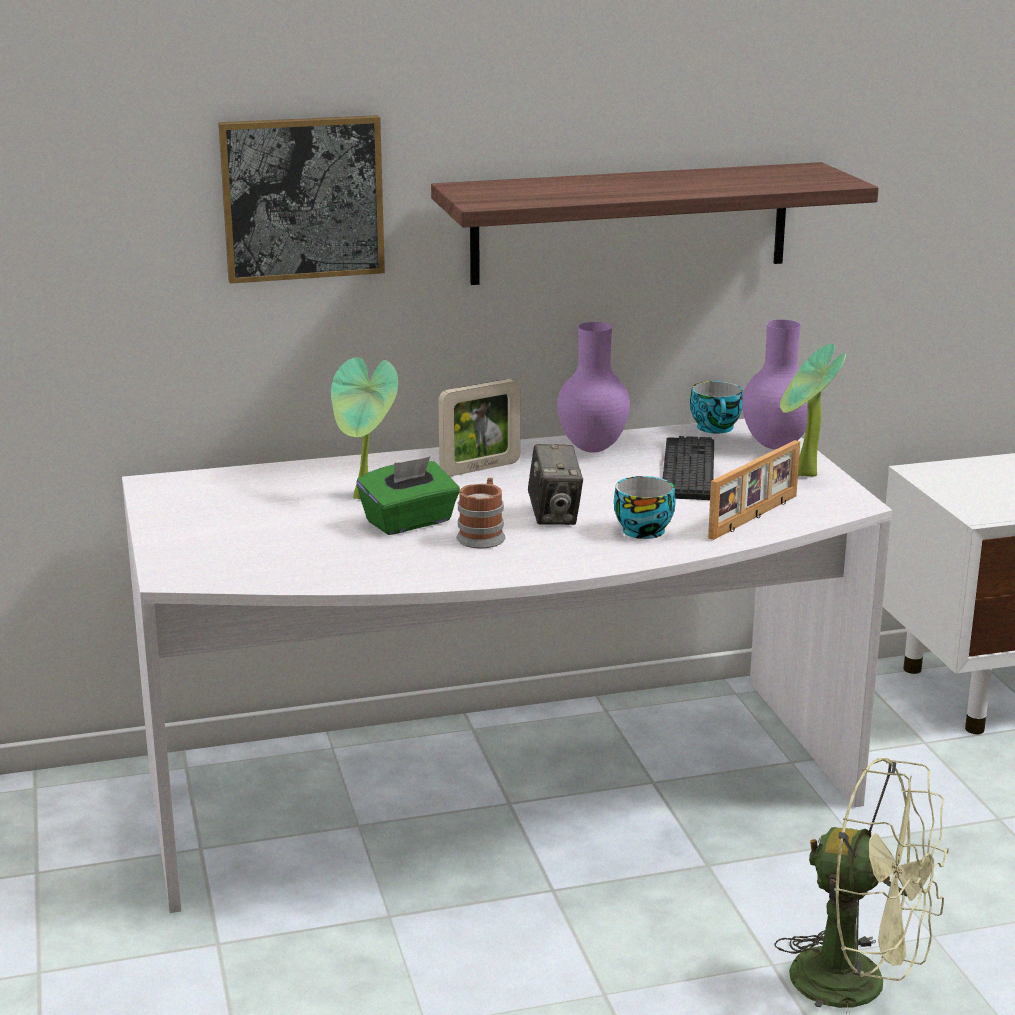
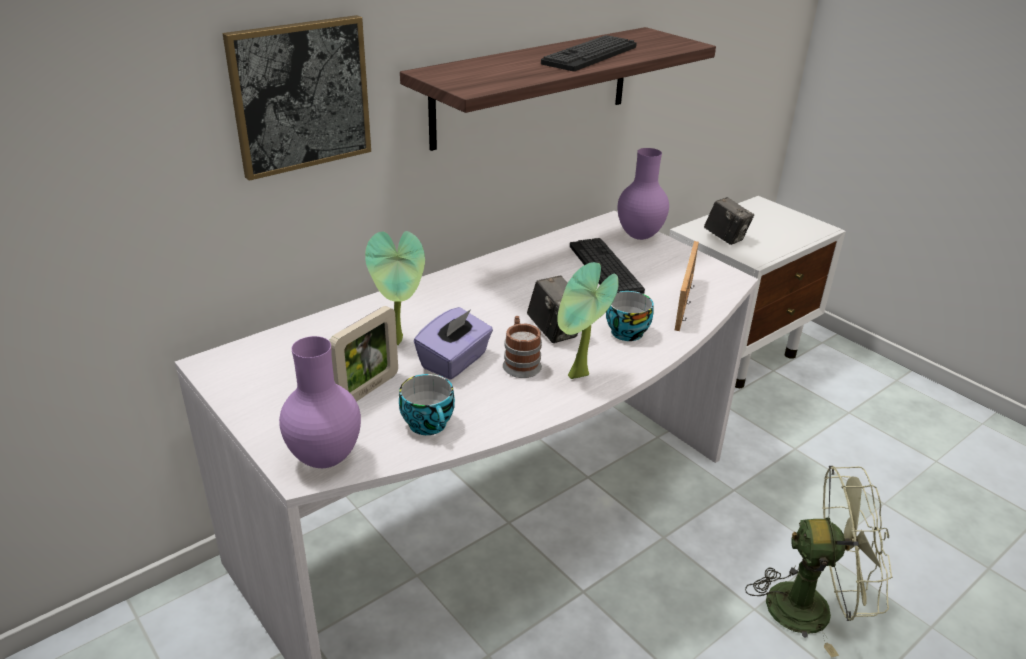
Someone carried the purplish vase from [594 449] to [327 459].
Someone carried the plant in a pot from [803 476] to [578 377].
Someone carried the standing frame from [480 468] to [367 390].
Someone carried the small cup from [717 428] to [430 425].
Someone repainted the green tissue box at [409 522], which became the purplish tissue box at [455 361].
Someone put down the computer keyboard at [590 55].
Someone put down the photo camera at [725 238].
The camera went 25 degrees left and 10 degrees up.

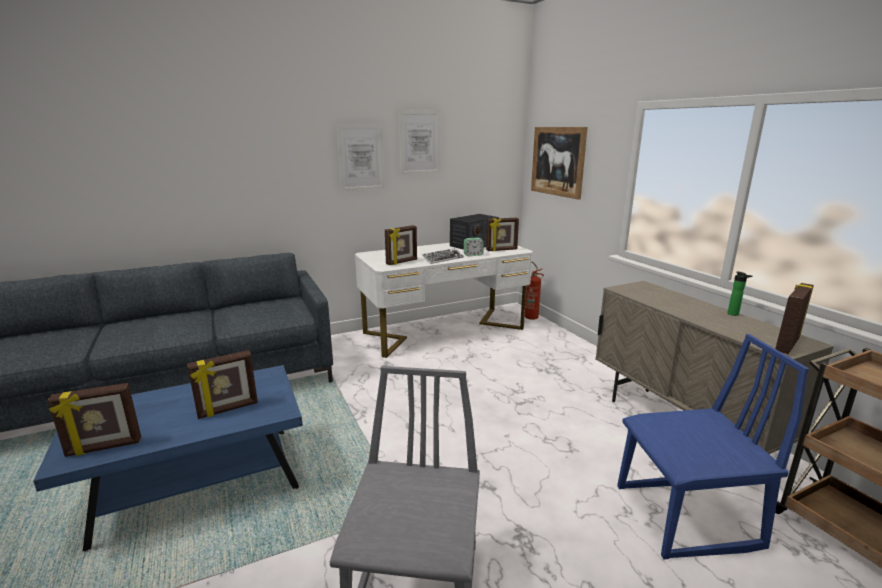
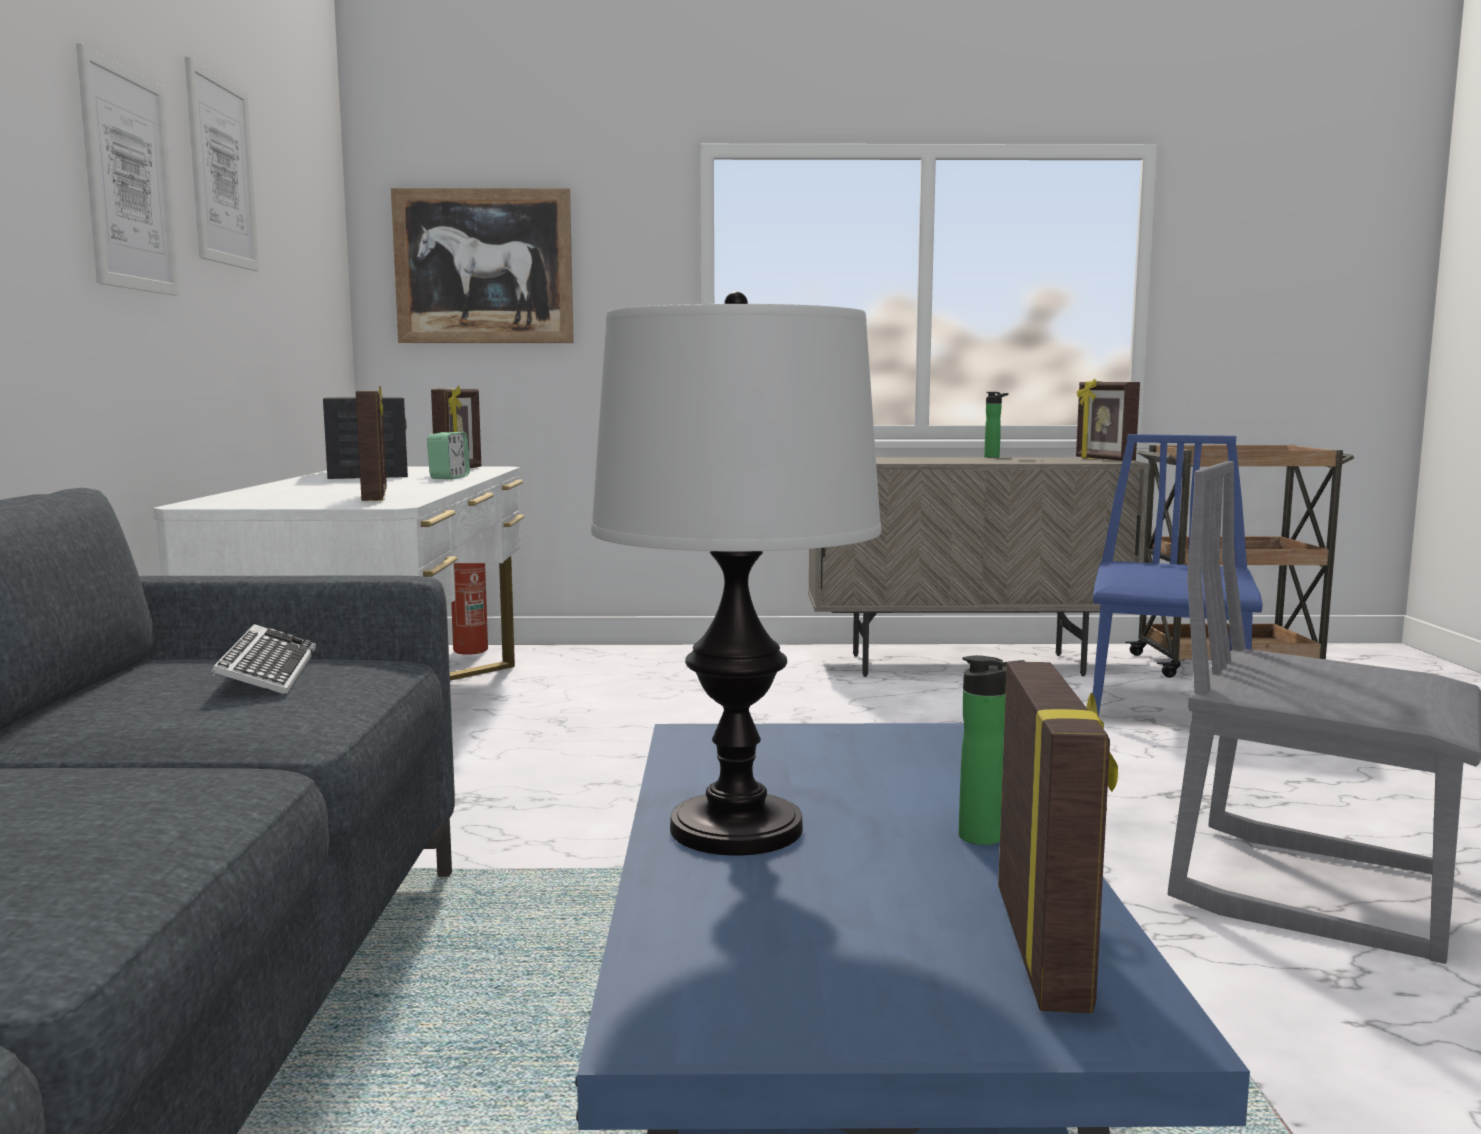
Someone carried the computer keyboard from [443 259] to [267 672].
Someone took away the standing frame at [228 409].
Someone put down the table lamp at [735 828].
Someone put down the beverage bottle at [987 837].
The camera went 65 degrees left and 10 degrees down.

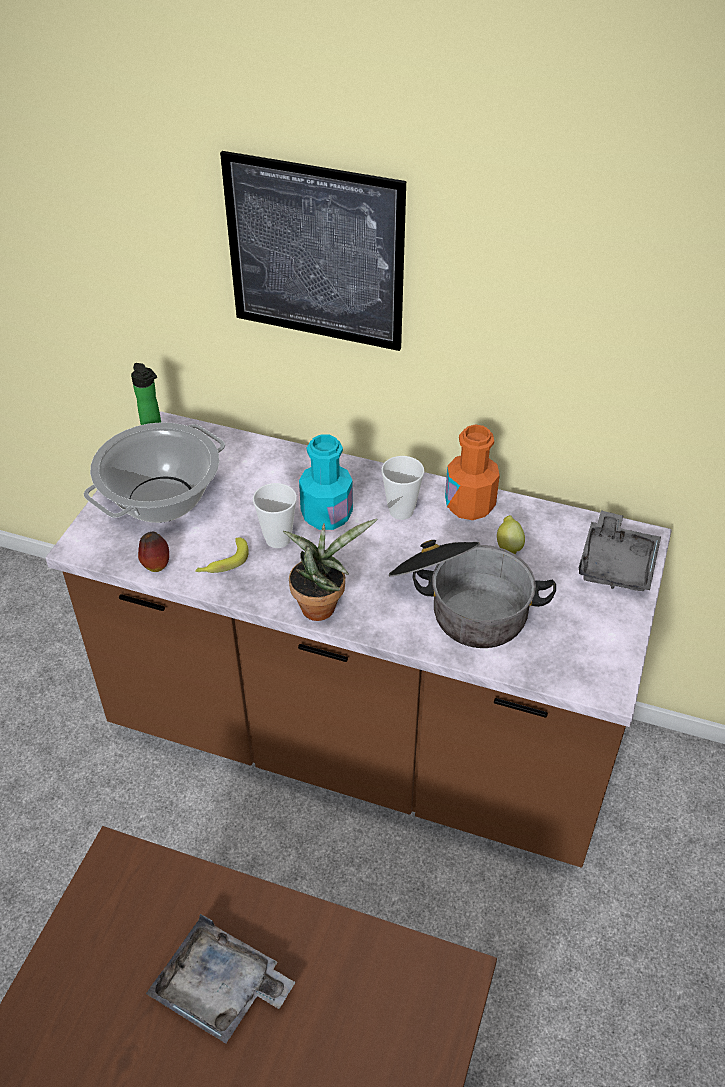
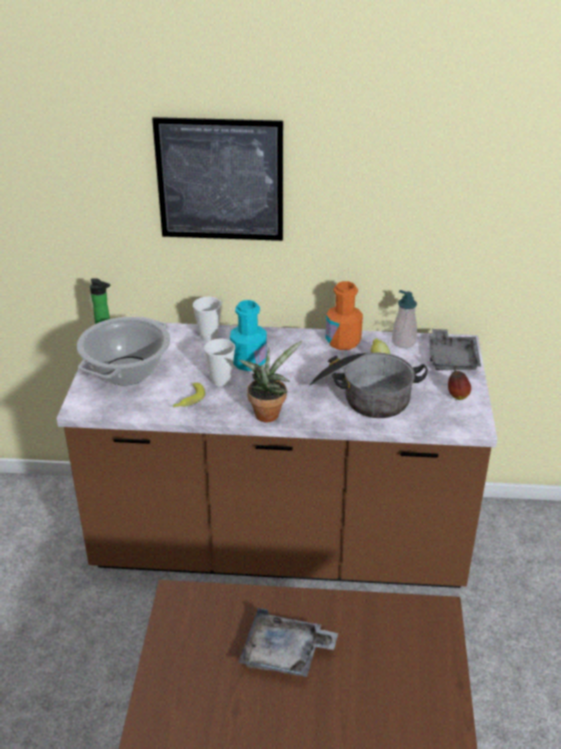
Someone carried the small cup from [401 511] to [209 336].
Someone carried the apple fruit from [156 565] to [457 396].
Someone put down the liquid soap bottle at [403 342].
The camera went 15 degrees left and 10 degrees down.

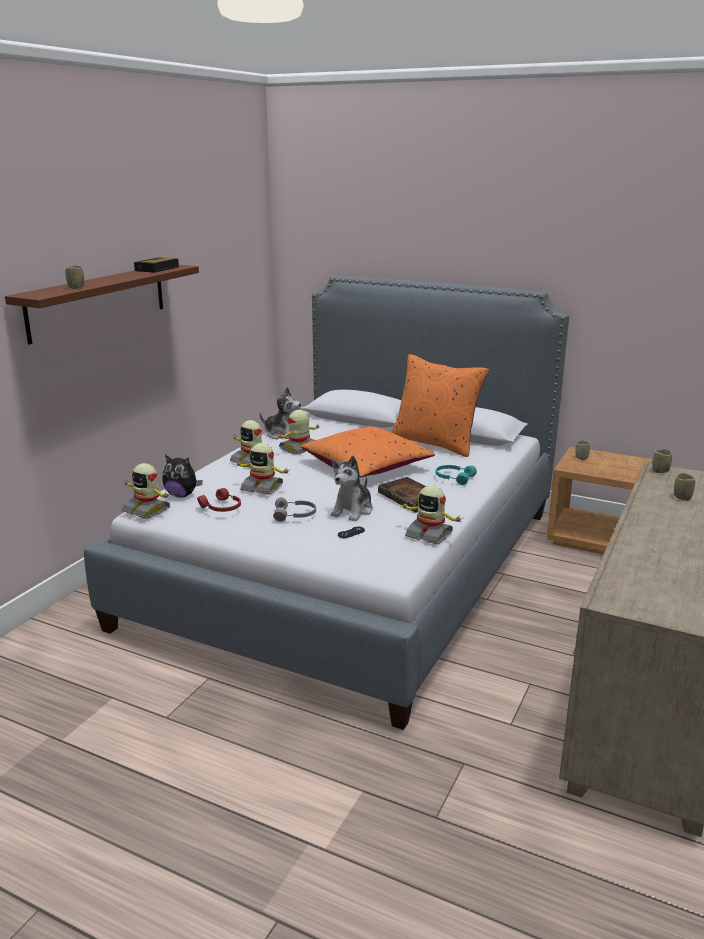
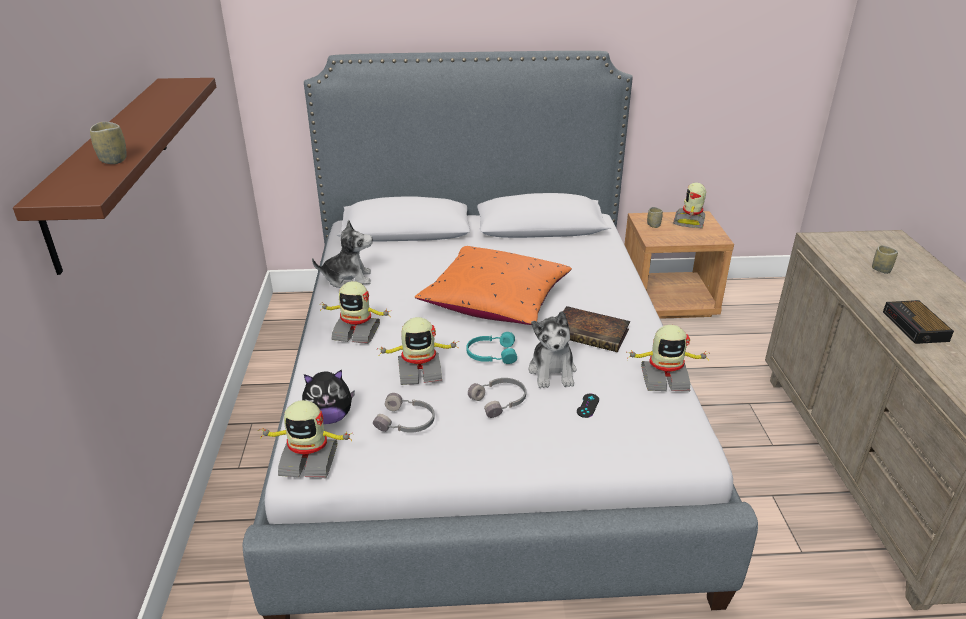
Someone carried the table clock from [156 269] to [916 327].
Someone took away the orange pillow at [435 443].
Someone carried the model robot from [299 449] to [690 221].
Someone took away the small cup at [660 471].
Someone carried the turquoise headphones from [454 478] to [491 354].
Someone repainted the red-coloured headphones at [221 508], which became the greyish headphones at [406 422].
The camera went 30 degrees left and 10 degrees up.

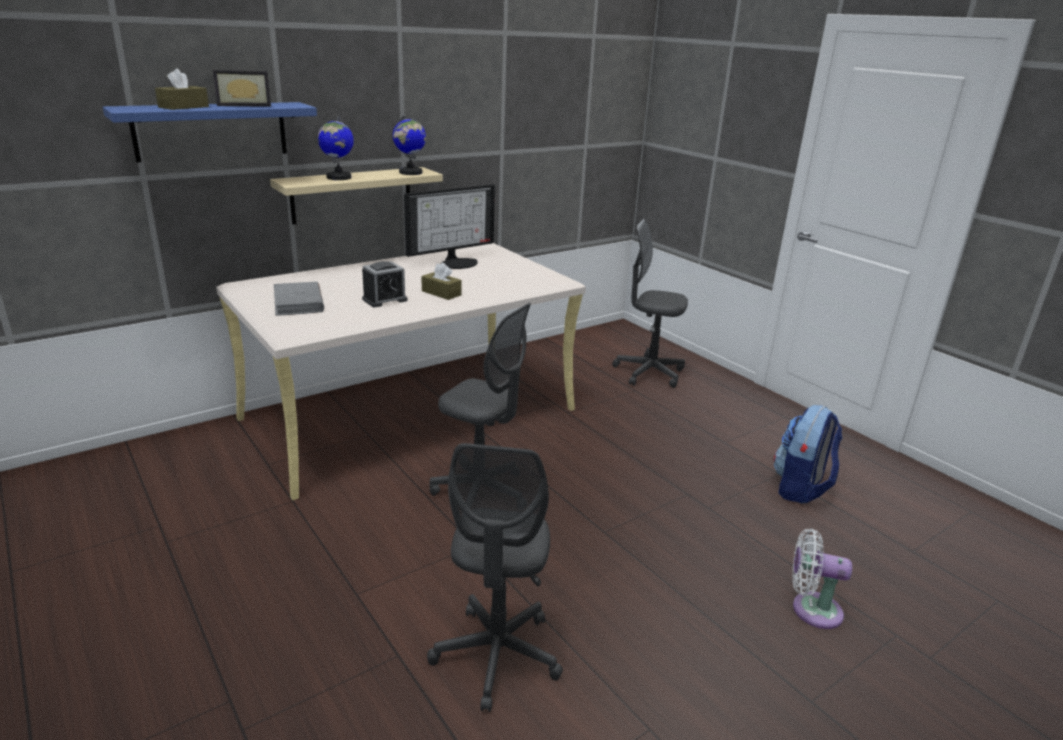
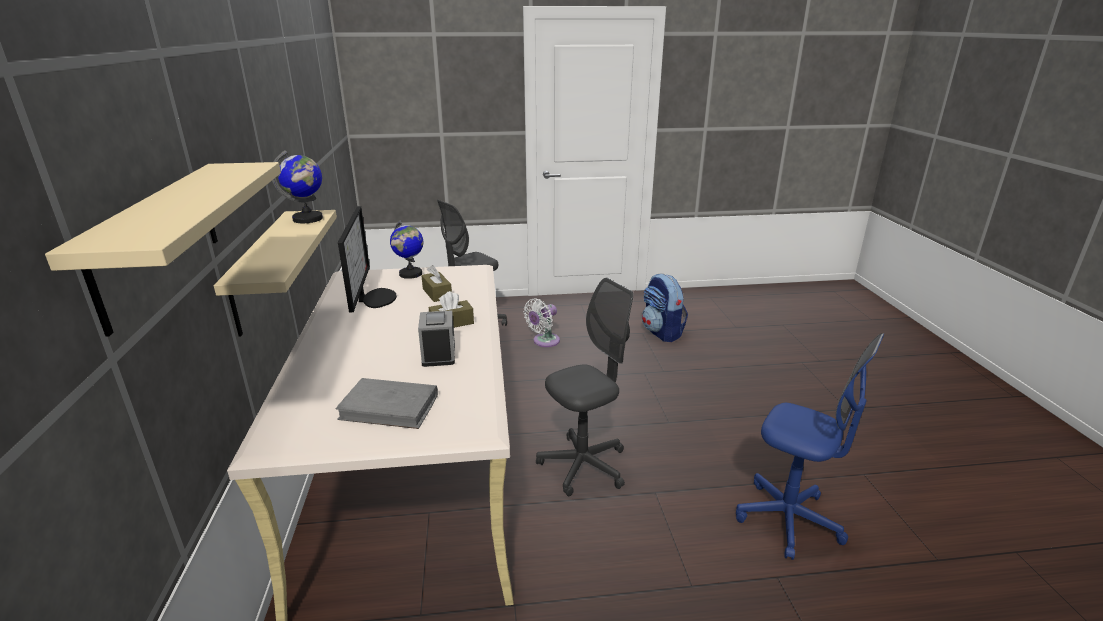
Someone carried the brown tissue box from [184 107] to [437 293].
Someone took away the standing frame at [244 105].
Someone repainted the bluish bracket shelf at [211 131], which became the sand-coloured bracket shelf at [158 240].
Someone carried the desk globe from [338 177] to [410 274].
Someone repainted the greyish computer chair at [496 655], which became the bluish computer chair at [788 520].
Someone carried the white-coloured cooling fan from [811 609] to [544 341].
The camera went 60 degrees left and 0 degrees up.

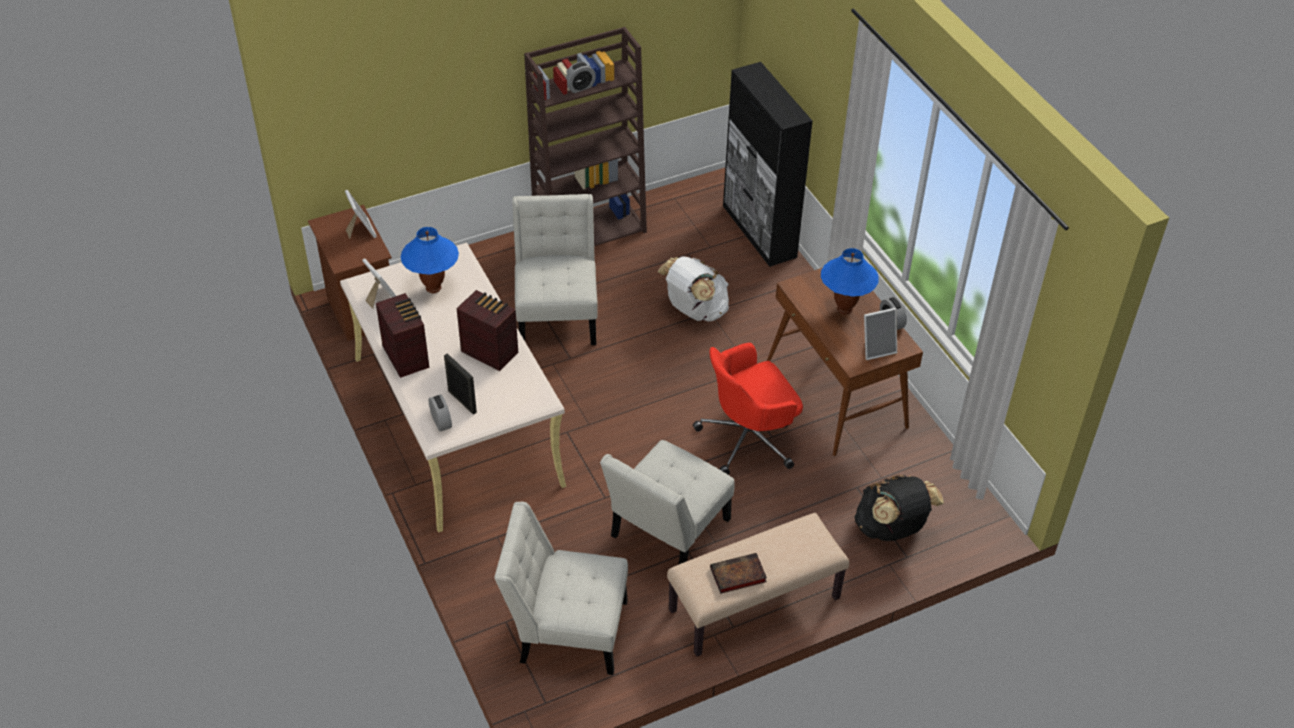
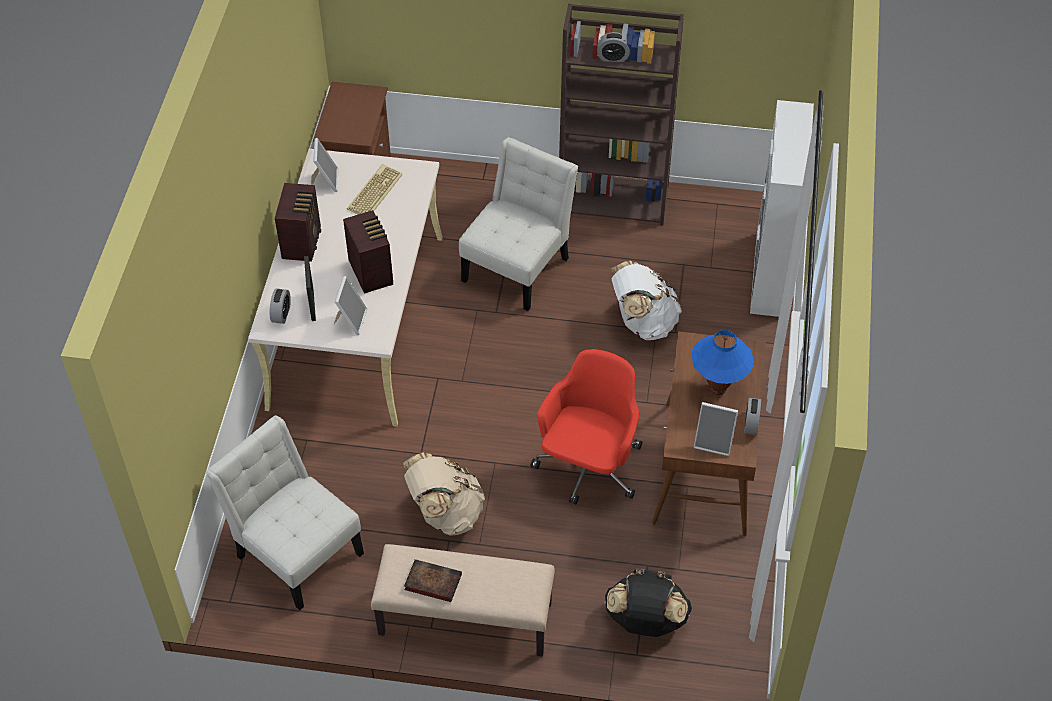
Someone repainted the black-coloured storage cabinet at [759 232], which became the white-coloured storage cabinet at [770 274].
Someone carried the standing frame from [361 230] to [350 320].
Someone swapped the bluish table lamp at [433 288] for the computer keyboard at [374 191].
Someone rotated the red-coloured computer chair at [749 439] by 105 degrees clockwise.
Someone swapped the white-coloured plain chair at [666 532] for the sand-coloured backpack at [445 513].
The camera went 35 degrees right and 5 degrees up.

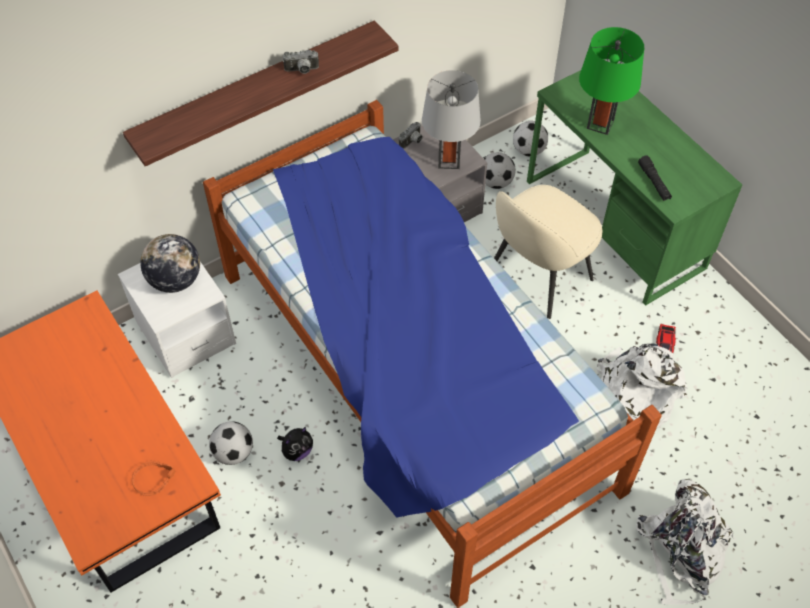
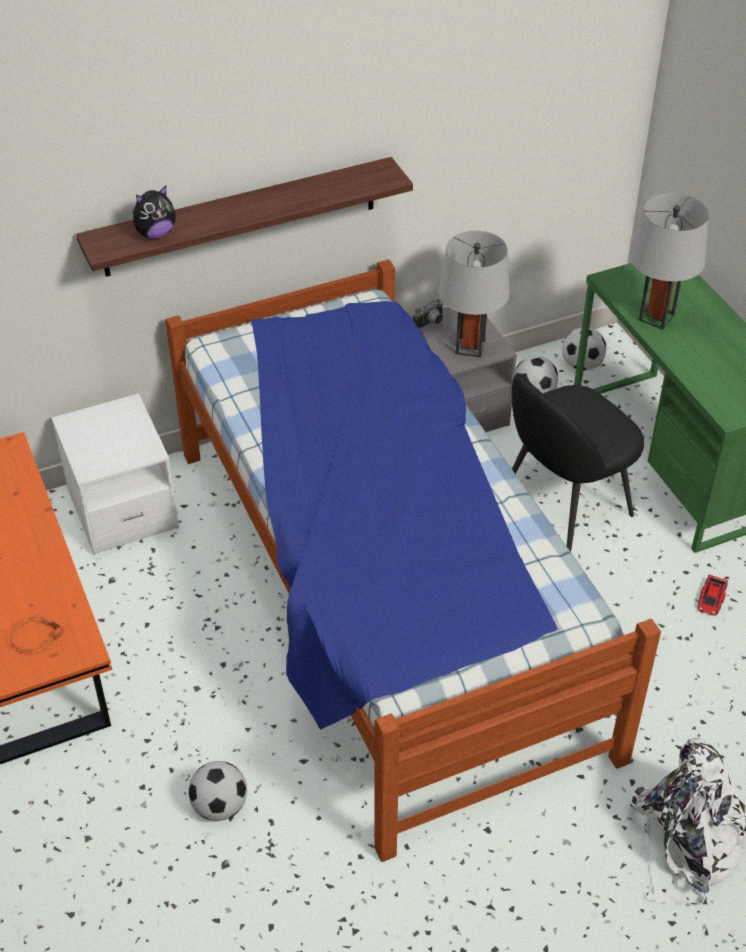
Someone repainted the green table lamp at [600 124], which became the greyish table lamp at [656 317].
Someone took away the photo camera at [302 70].
Someone took away the black-coloured torch at [654 182].
Someone repainted the sand-coloured plain chair at [537 277], which became the black-coloured plain chair at [564 503].
Someone took away the desk globe at [175 280].
Someone took away the white-coloured backpack at [635 394].
Someone carried the football ball from [233 452] to [220 806].
Someone carried the soft toy from [297 451] to [155 233].
The camera went 10 degrees right and 10 degrees down.

